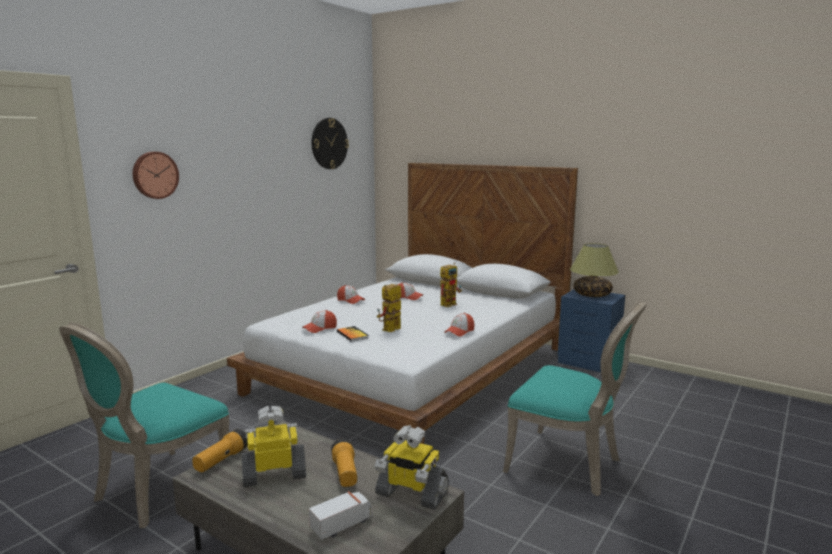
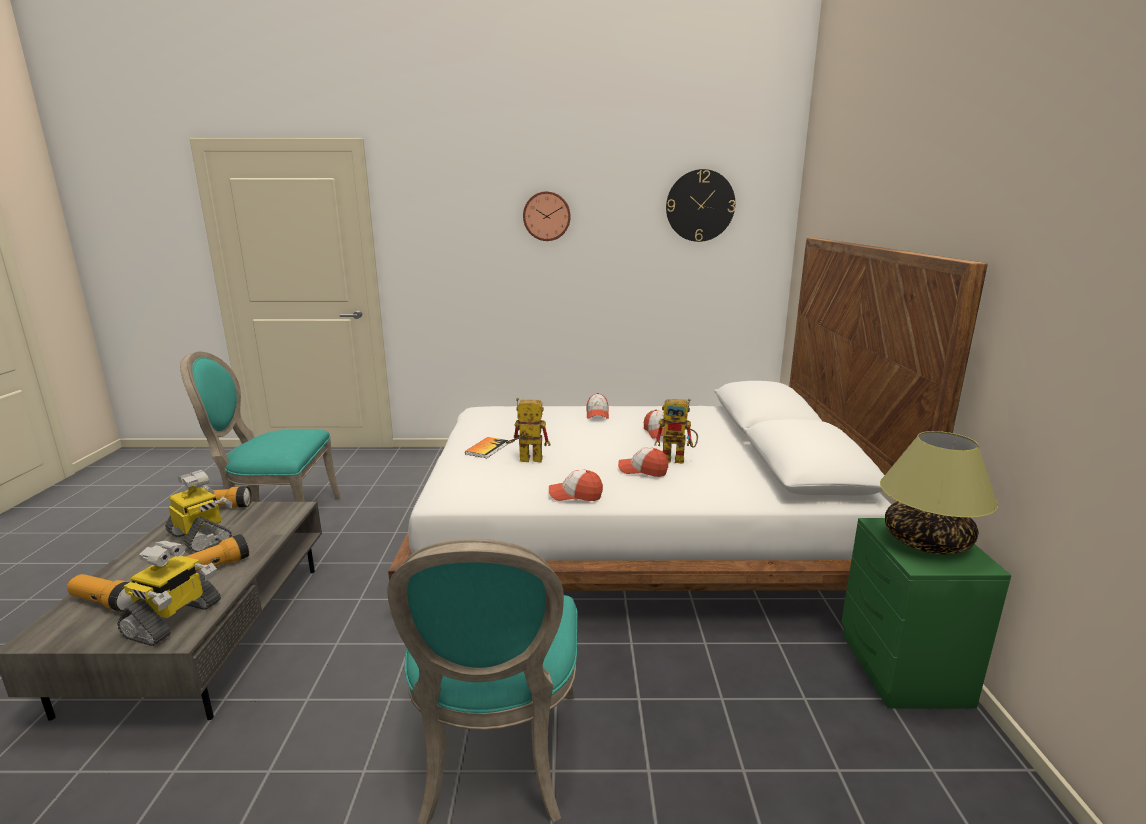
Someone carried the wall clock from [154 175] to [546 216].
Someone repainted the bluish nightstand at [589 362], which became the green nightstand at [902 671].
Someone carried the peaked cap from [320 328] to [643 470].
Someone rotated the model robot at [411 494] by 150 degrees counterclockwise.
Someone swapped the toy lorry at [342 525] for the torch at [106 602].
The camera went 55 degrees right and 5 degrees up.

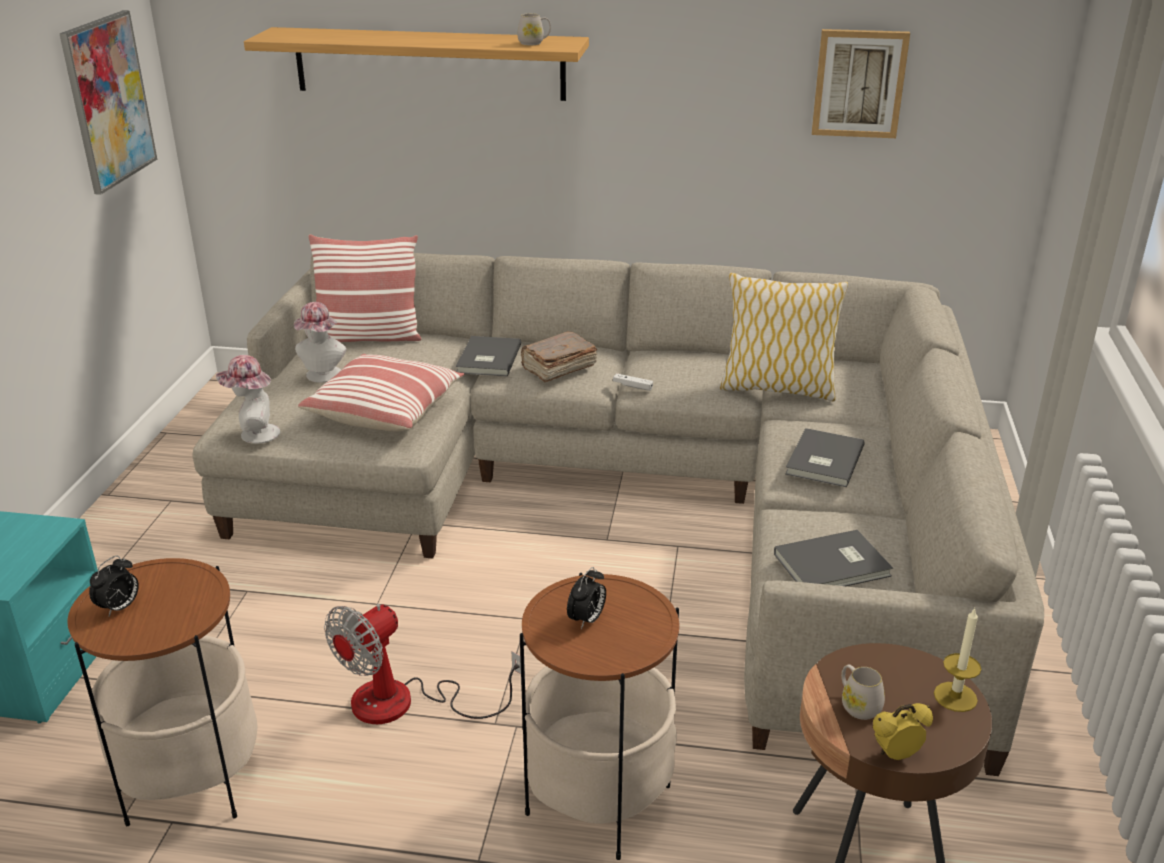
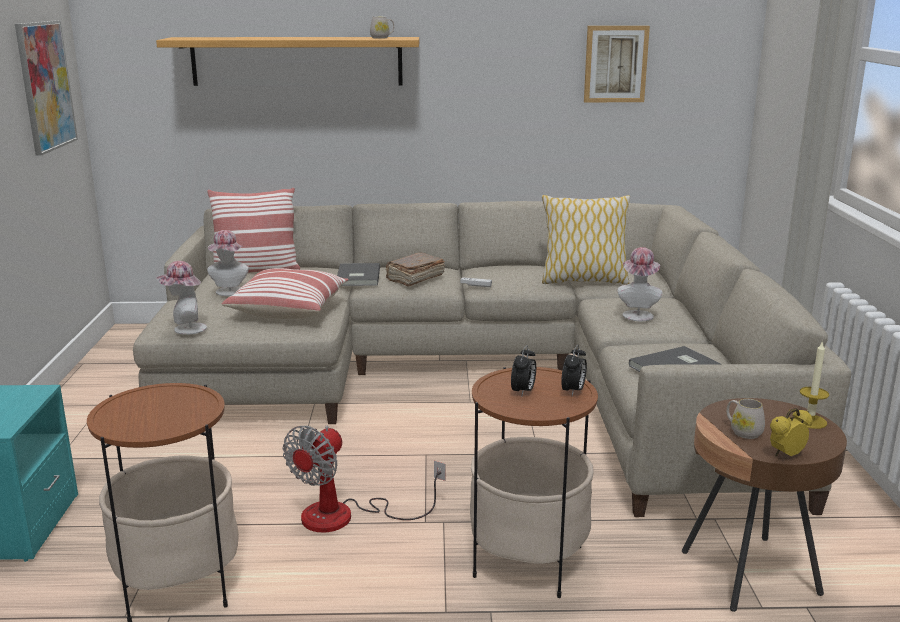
Someone swapped the greyish volume at [822 460] for the wearable hat at [637 314].
Someone carried the table clock from [119 608] to [573 391].
The camera went 10 degrees left and 10 degrees down.

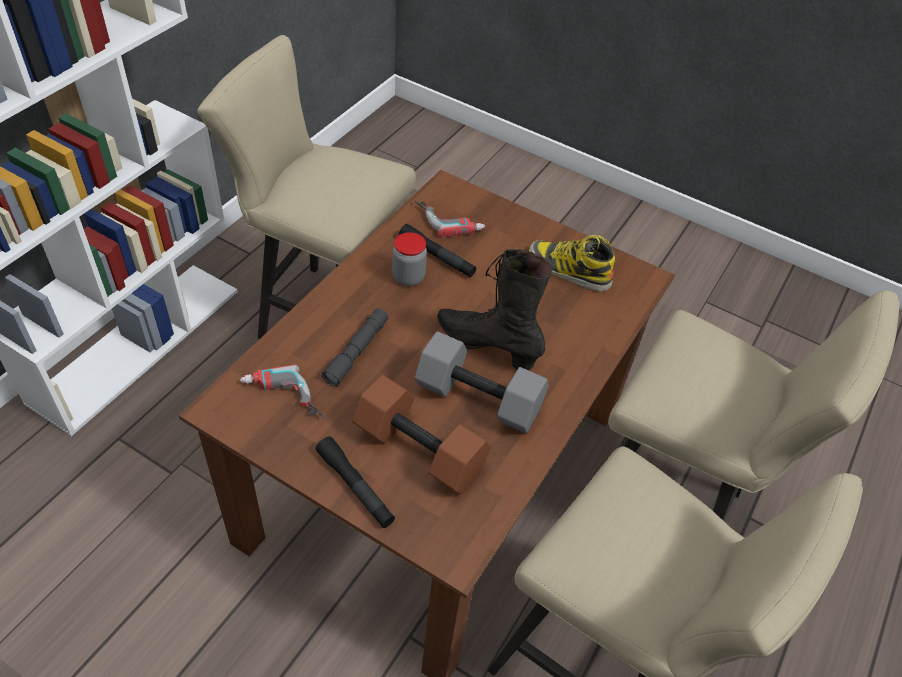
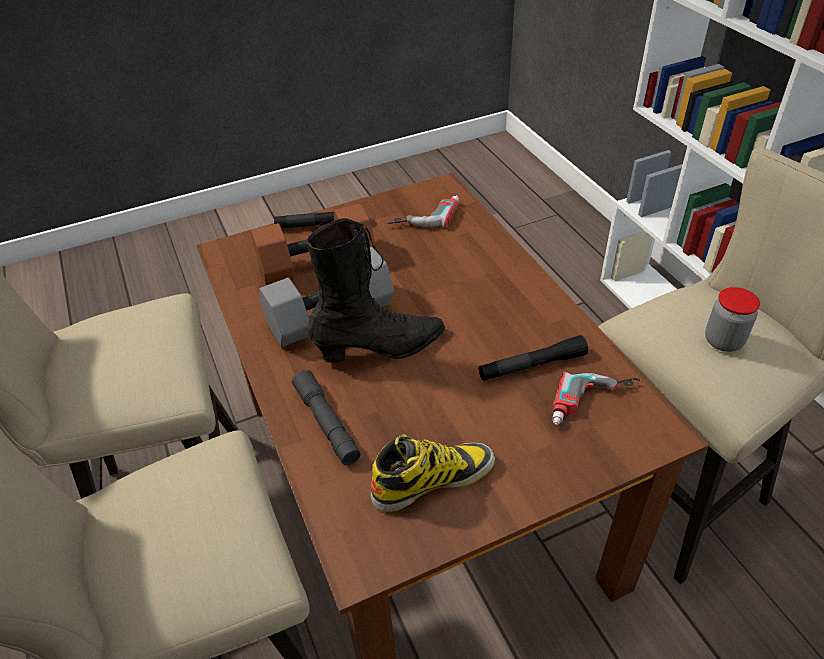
Someone carried the storage jar from [408 277] to [723 341].
Someone carried the greyish torch from [357 352] to [326 423].
The camera went 130 degrees right and 5 degrees down.

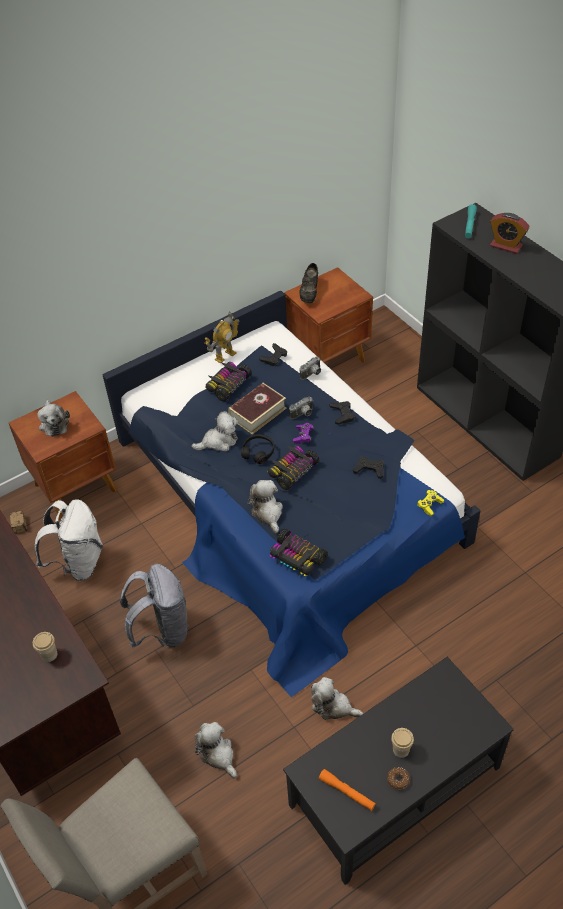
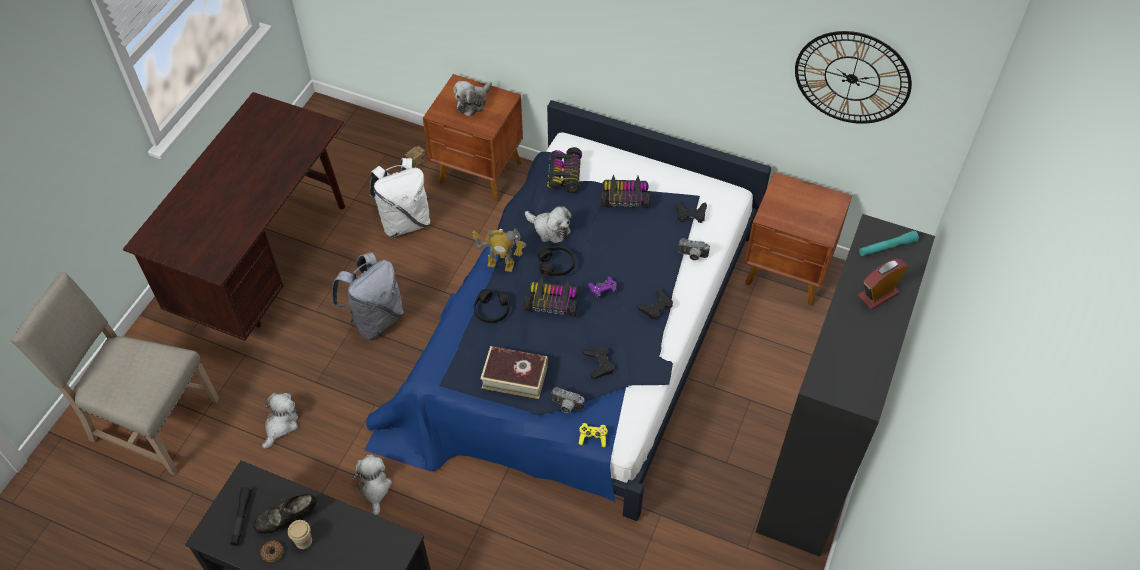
Someone rotated the table clock at [506 246] by 60 degrees clockwise.
Someone carried the black-coloured low shoe from [309 293] to [287 519].
Someone carried the model robot from [225 356] to [501 264].
Someone carried the volume from [257 413] to [514 376].
Someone carried the photo camera from [303 414] to [566 407].
Someone swapped the soft toy at [267 512] for the black-coloured headphones at [492 310].
Someone carried the model car from [296 558] to [564 174].
Someone took away the small cup at [49 654].
Someone repainted the orange torch at [347 792], which became the black-coloured torch at [241 518].
Someone put up the wall clock at [852 78].
The camera went 55 degrees right and 5 degrees up.

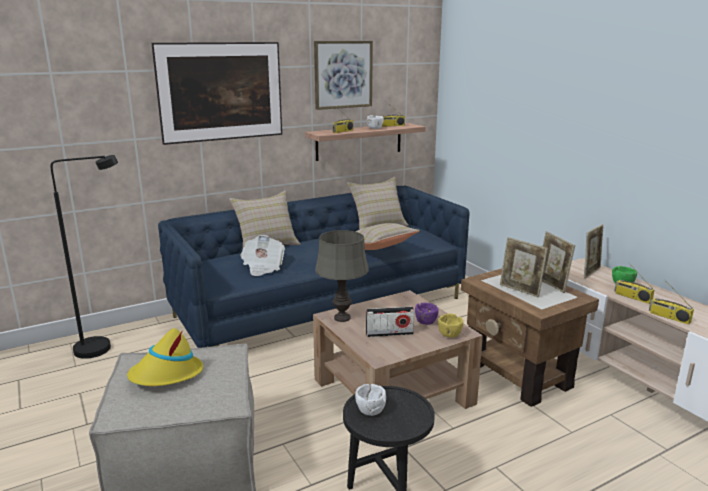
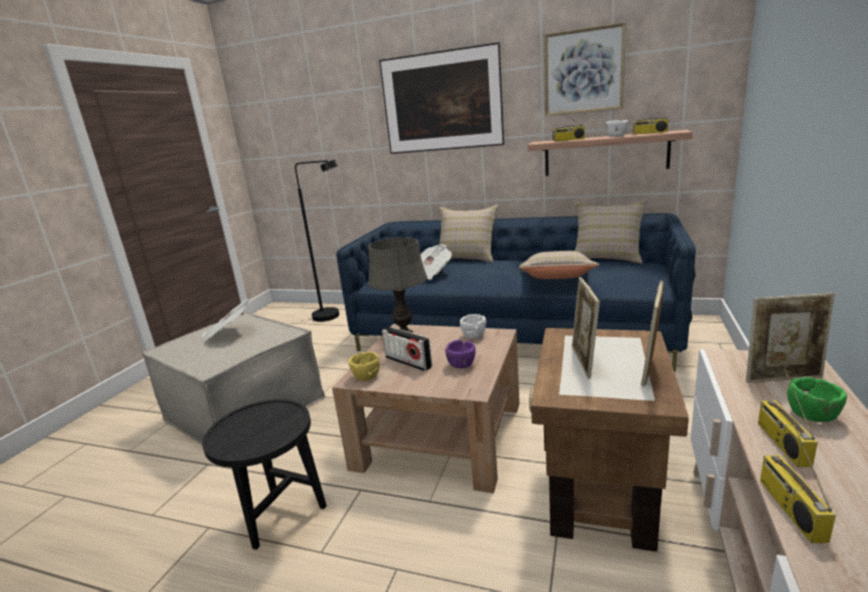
Someone carried the yellow-coloured bowl from [449 334] to [366 376].
Someone swapped the yellow-coloured wearable hat at [166 375] for the daily paper at [228 333].
Someone carried the white-coloured bowl from [370 410] to [474 335].
The camera went 50 degrees right and 0 degrees up.

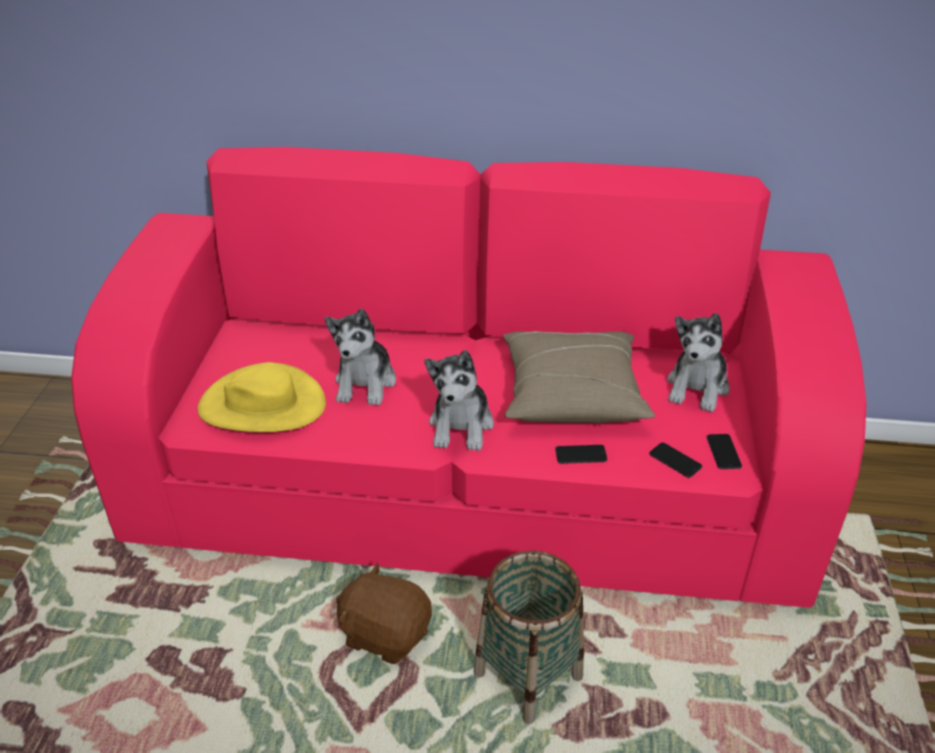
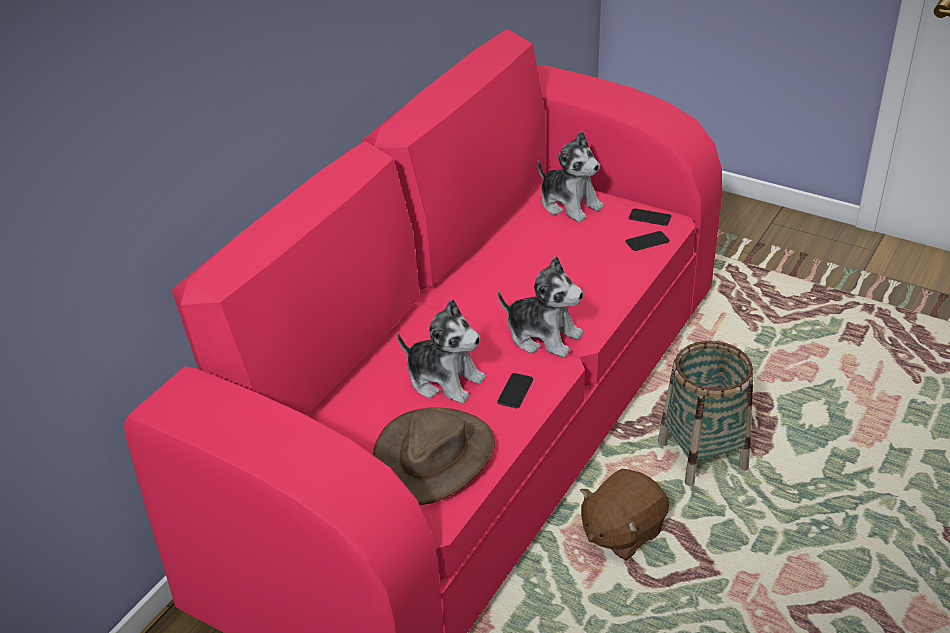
Someone took away the sand-coloured pillow at [572 394].
Someone repainted the yellow-coloured wearable hat at [262 405], which became the brown wearable hat at [433 457].
Someone carried the telephone from [581 455] to [515 391].
The camera went 65 degrees left and 0 degrees up.

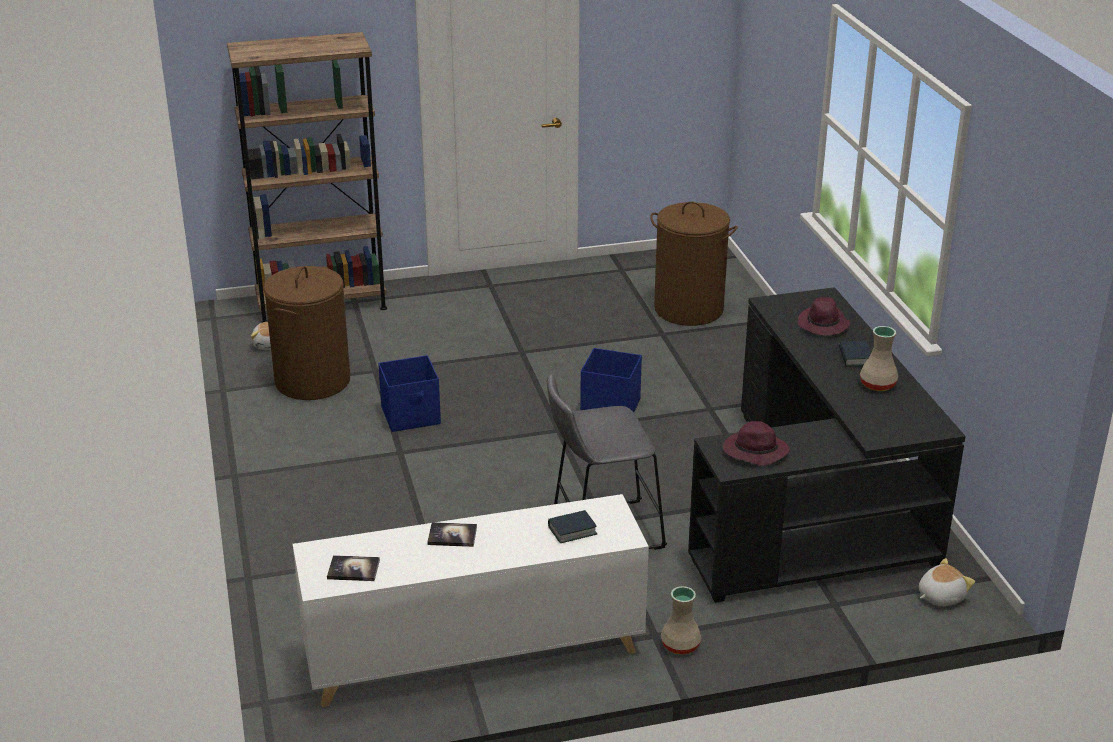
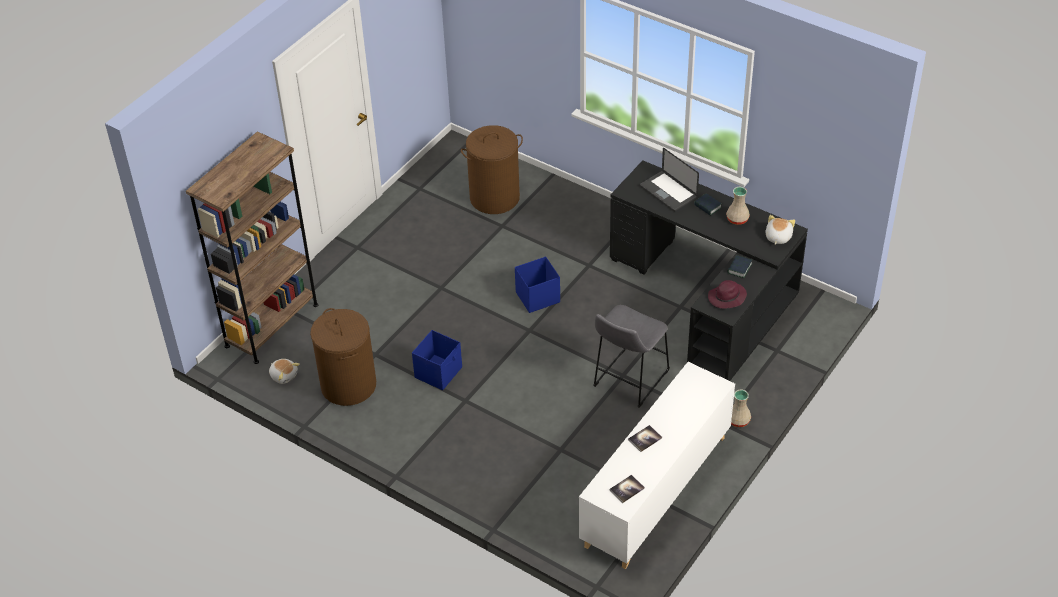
Someone swapped the purplish wearable hat at [823 325] for the notebook computer at [668 192].
Someone carried the volume from [572 530] to [739 268].
Someone carried the soft toy from [940 596] to [777 237].
The camera went 40 degrees left and 15 degrees up.

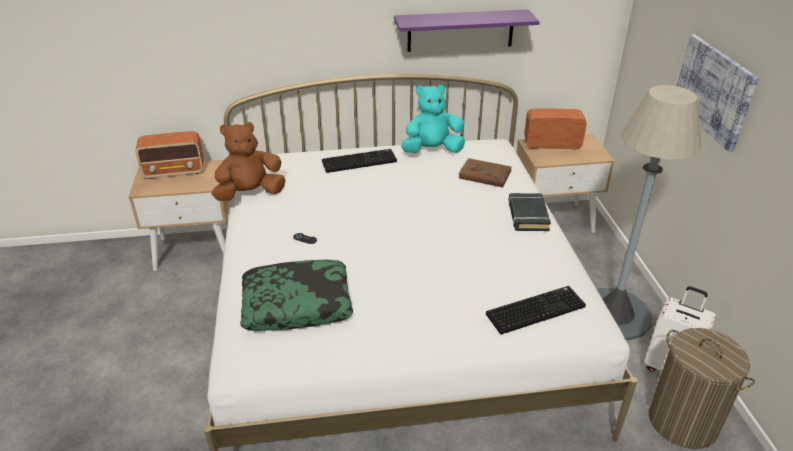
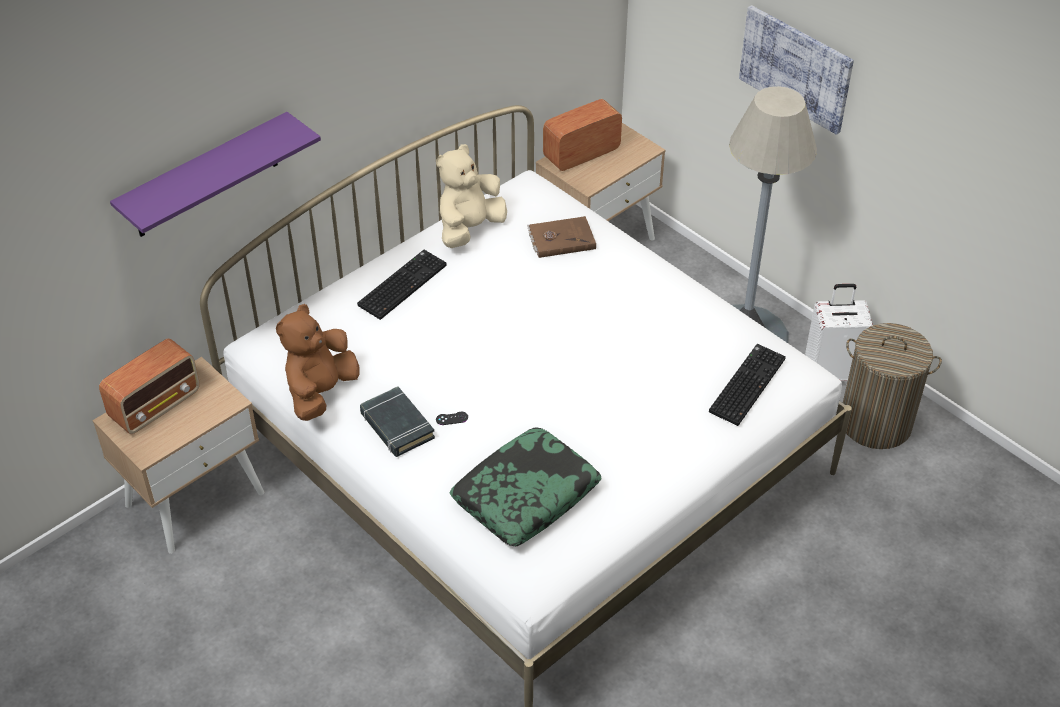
Someone carried the purplish bracket shelf from [460 30] to [205 177].
Someone repainted the turquoise soft toy at [432 150], which became the sand-coloured soft toy at [469 229].
Someone carried the black-coloured volume from [527 215] to [396 426].
The camera went 35 degrees left and 10 degrees up.

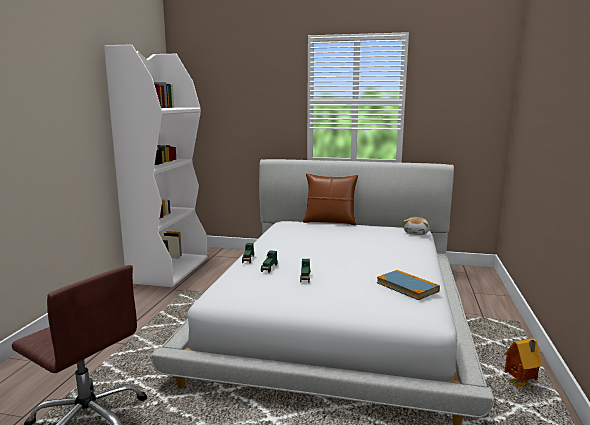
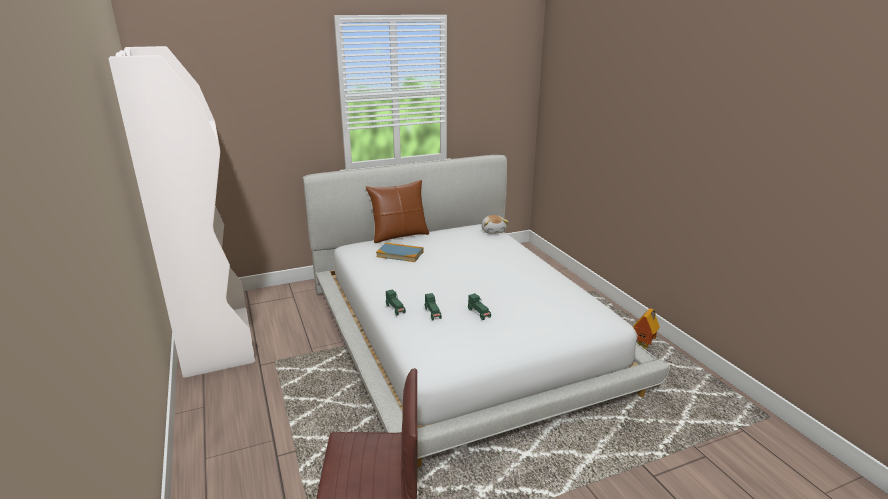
Someone carried the volume from [407 287] to [400 254].
The camera went 35 degrees left and 10 degrees up.

